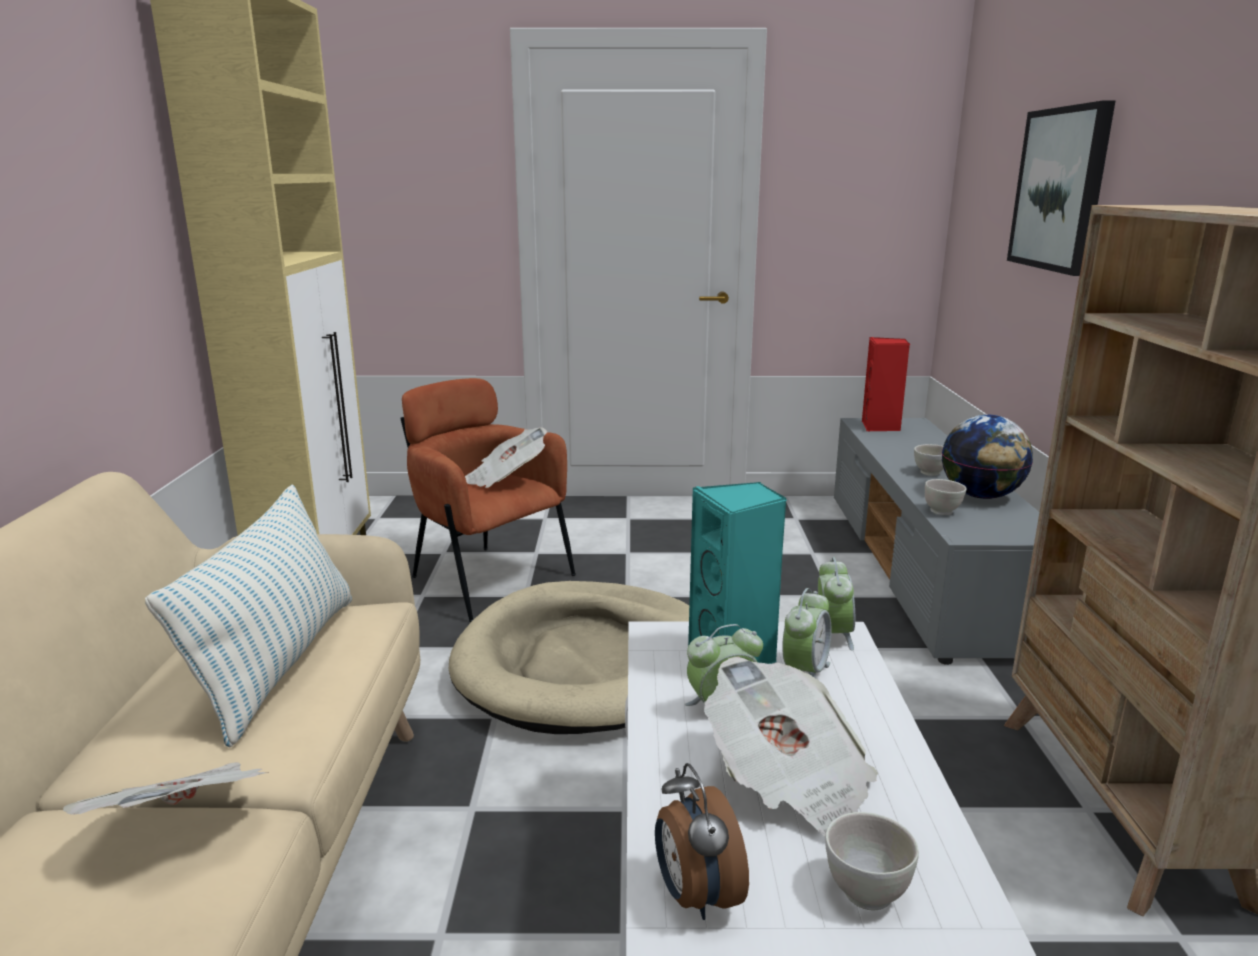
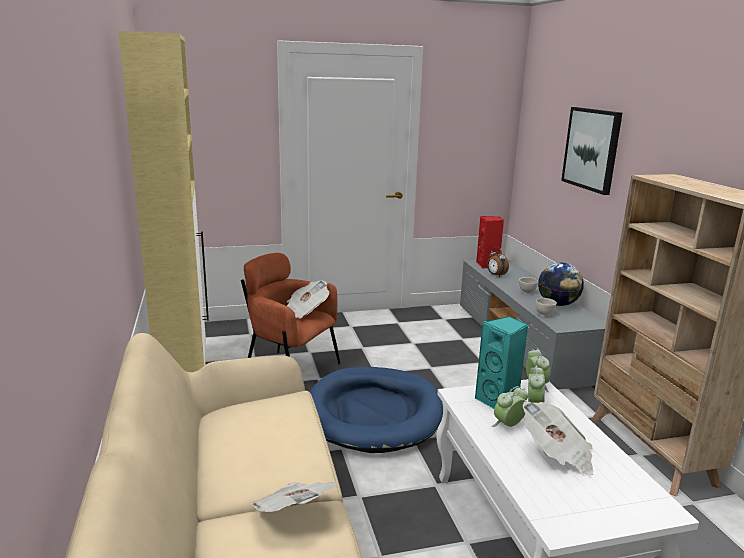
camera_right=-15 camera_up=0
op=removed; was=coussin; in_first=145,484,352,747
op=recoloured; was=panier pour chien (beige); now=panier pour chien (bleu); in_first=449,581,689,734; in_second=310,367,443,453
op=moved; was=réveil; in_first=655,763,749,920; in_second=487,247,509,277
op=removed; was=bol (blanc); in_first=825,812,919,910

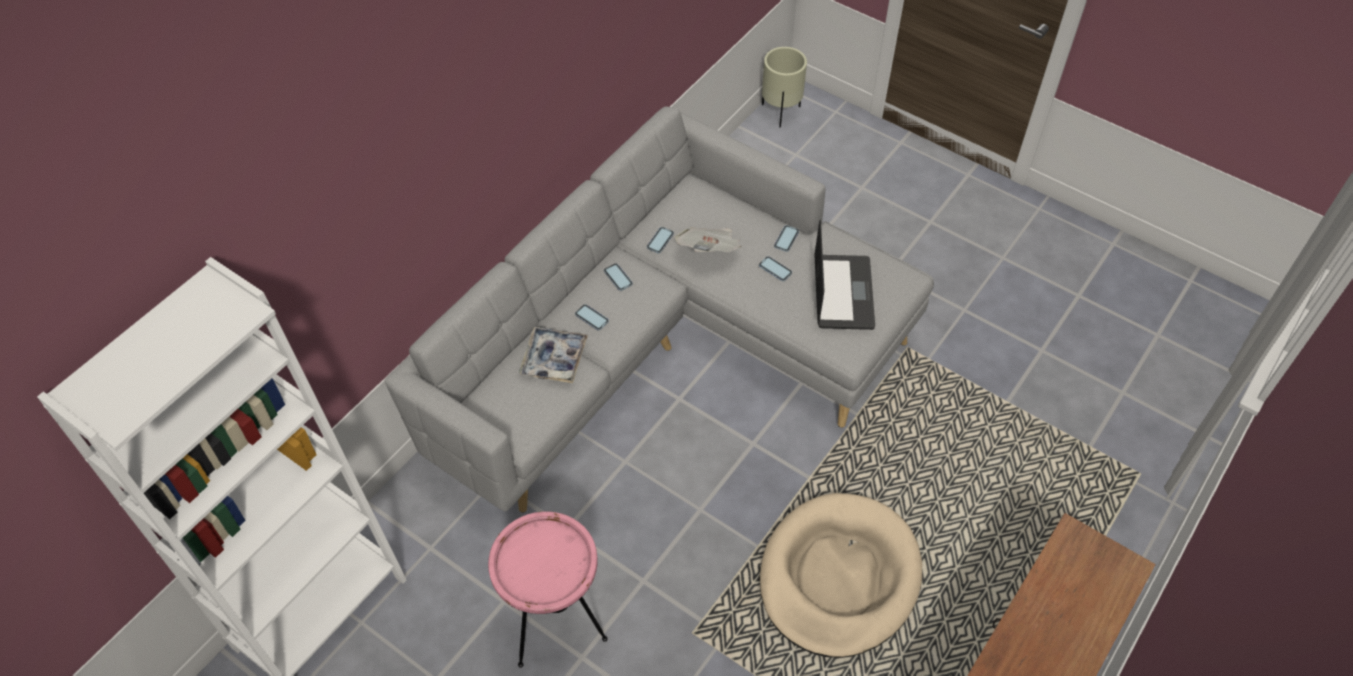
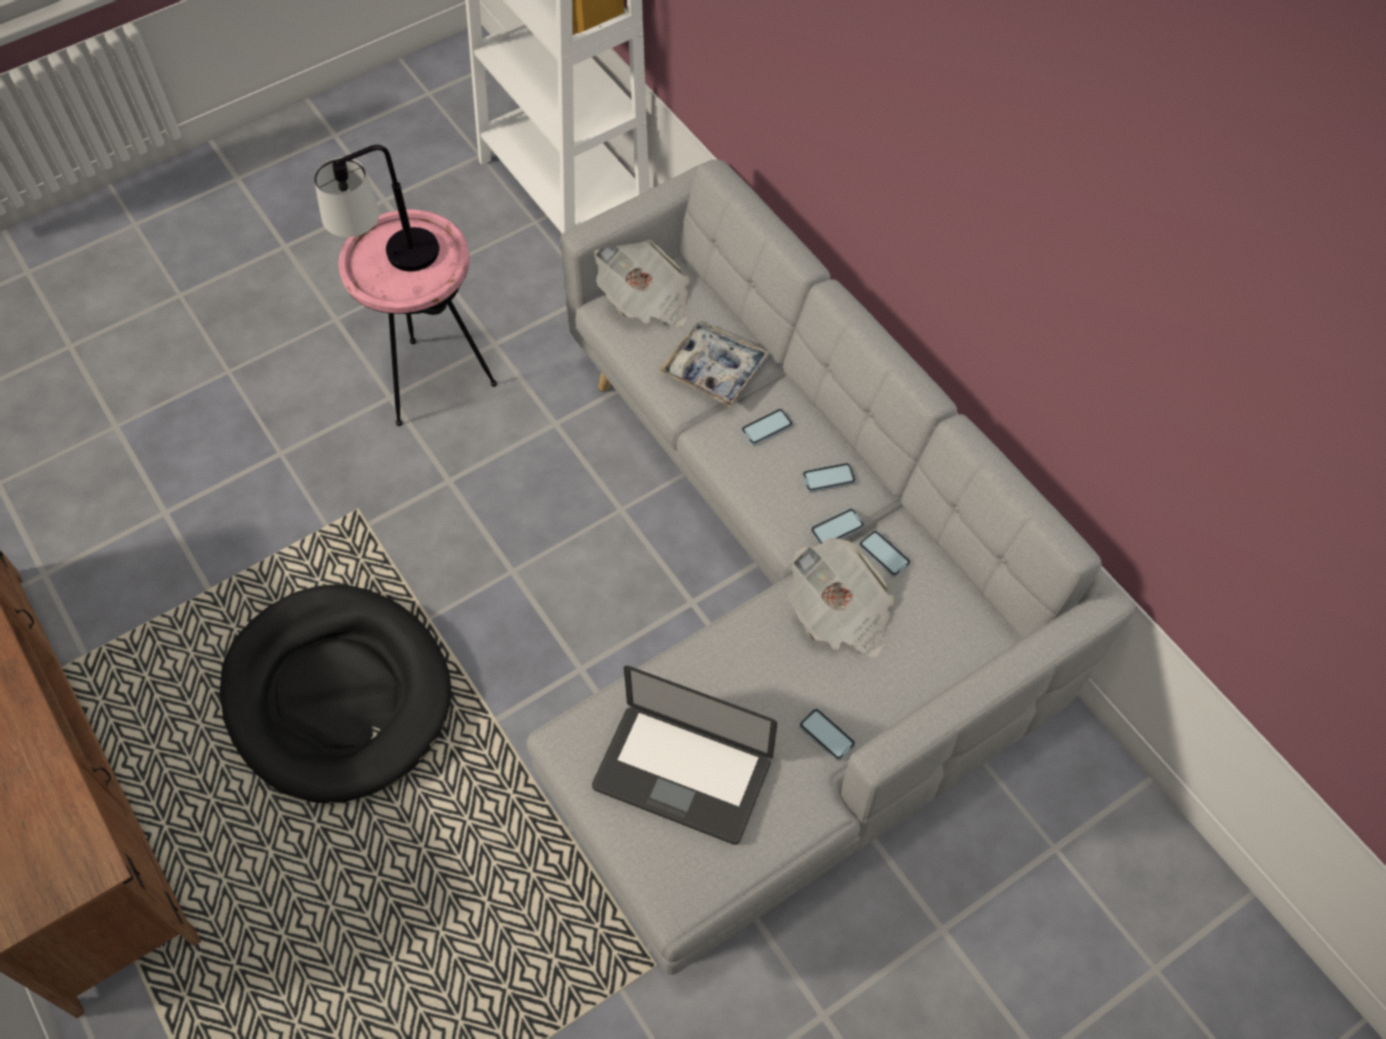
camera_right=110 camera_up=5
op=moved; was=téléphone; in_first=759,256,792,281; in_second=811,508,865,545
op=recoloured; was=panier pour chien (beige); now=panier pour chien (noir); in_first=760,493,922,658; in_second=220,585,451,803
op=removed; was=cache-pot (beige); in_first=762,47,807,127
op=added; now=lampe de table; in_second=314,145,439,272
op=added; now=journal; in_second=594,239,689,327

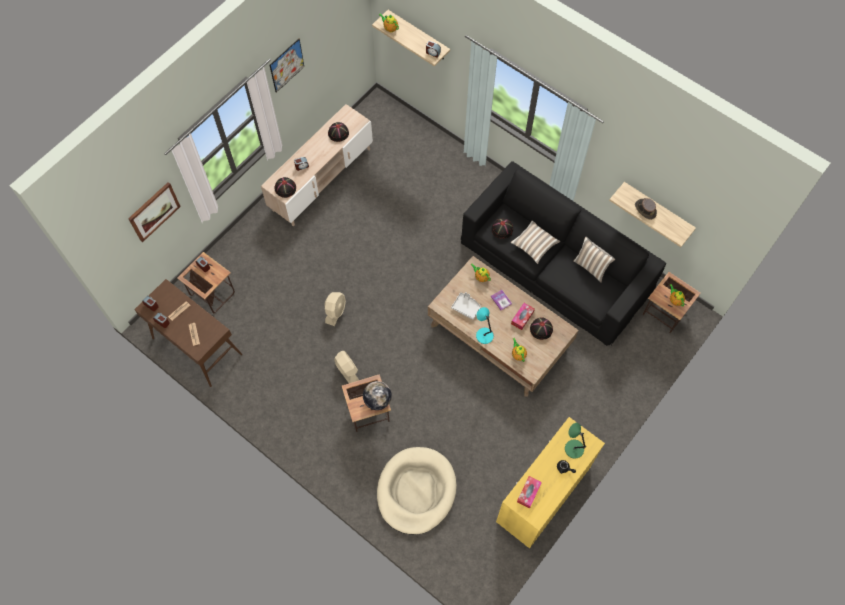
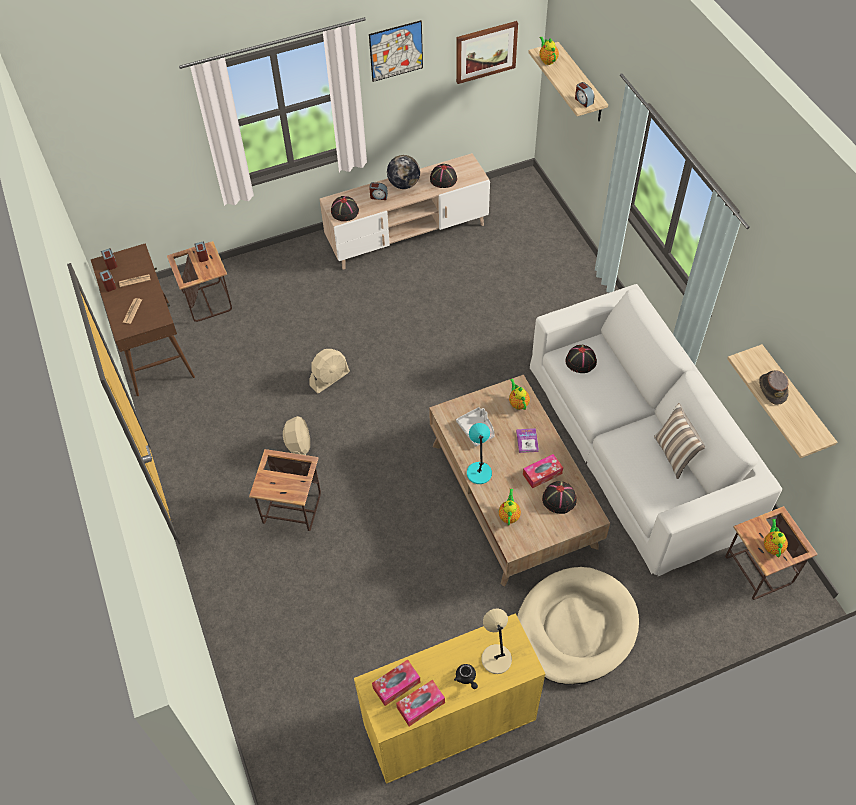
camera_right=30 camera_up=-10
op=moved; was=tableau; in_first=128,182,181,242; in_second=456,21,518,84
op=moved; was=globe; in_first=363,381,392,410; in_second=387,155,420,189
op=moved; was=panier pour chien (beige); in_first=377,447,457,535; in_second=517,567,639,685
op=recoloured; was=canapé (noir); now=canapé (blanc); in_first=461,161,666,346; in_second=530,284,782,576
op=removed; was=coussin; in_first=510,221,561,264
op=recoloured; was=lampe de table (vert); now=lampe de table (beige); in_first=565,423,586,459; in_second=481,608,512,674
op=added; now=boîte à mouchoirs; in_second=396,680,445,726

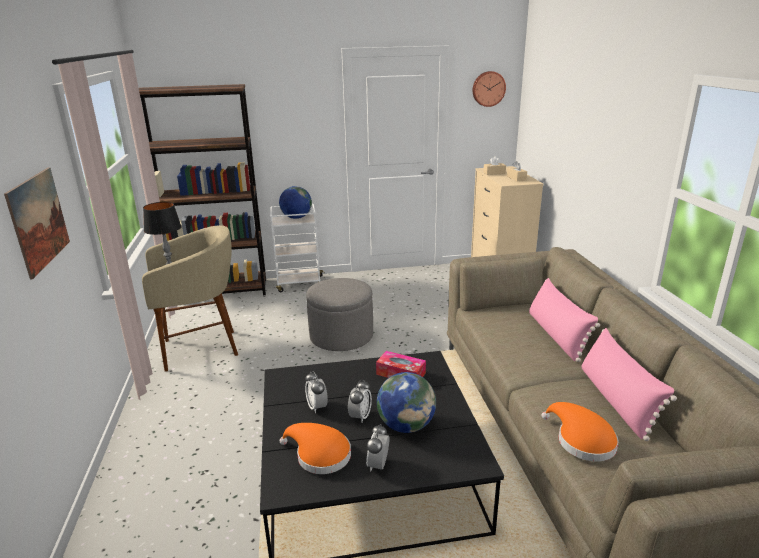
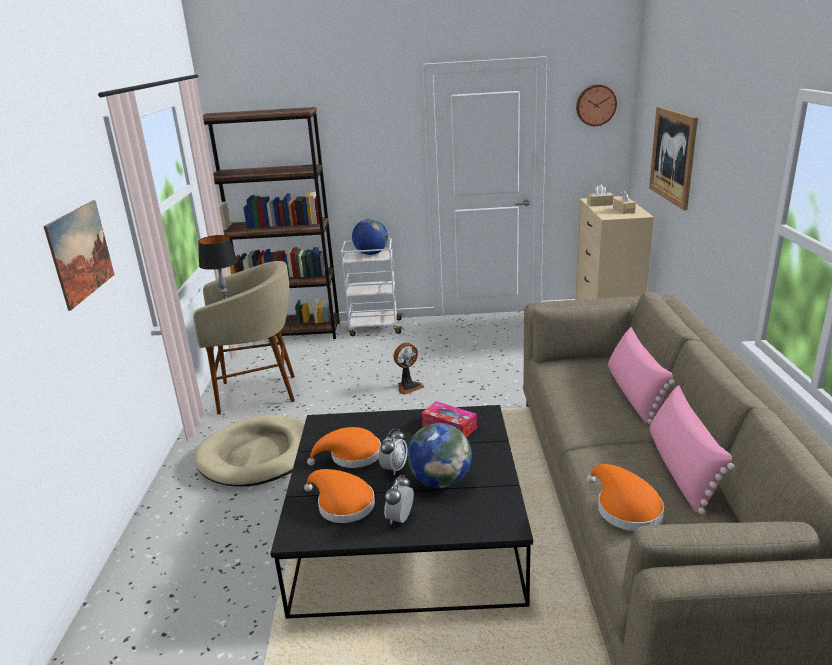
camera_right=10 camera_up=0
op=replaced; was=réveil; now=chapeau (orange); in_first=305,371,328,413; in_second=307,427,381,468
op=replaced; was=pouf (gris); now=ventilateur; in_first=306,278,373,351; in_second=393,343,424,395
op=added; now=panier pour chien (beige); in_second=194,415,305,487
op=added; now=tableau; in_second=649,107,698,210

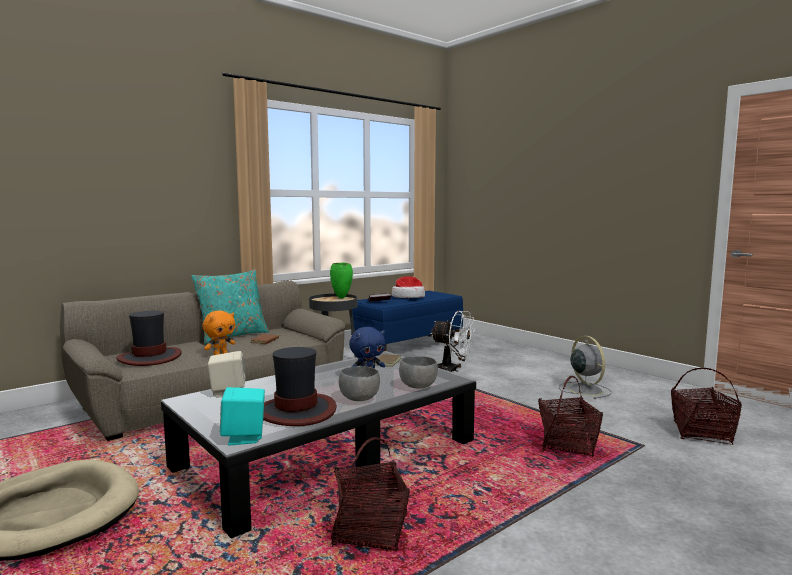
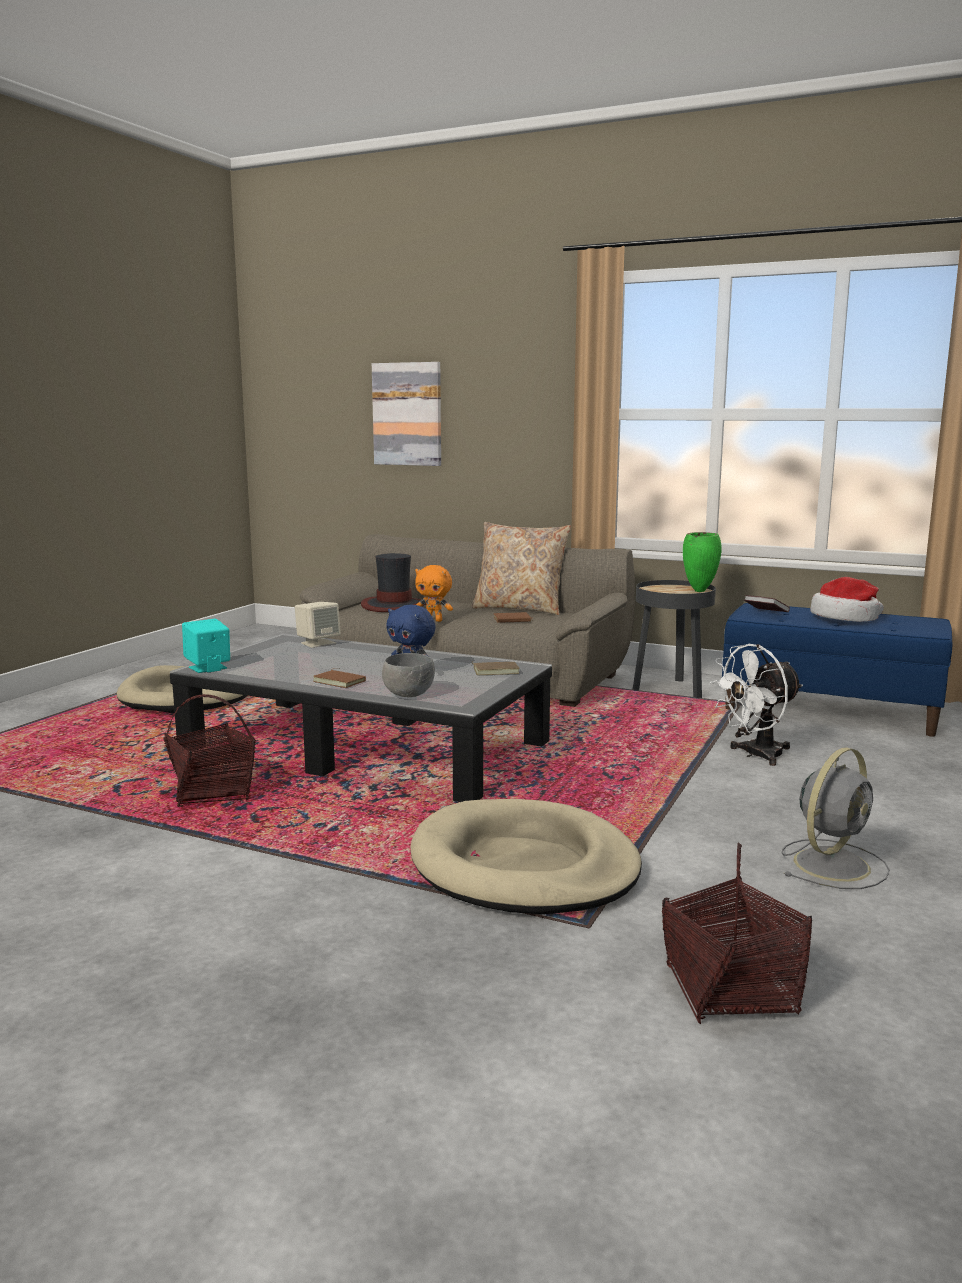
camera_right=65 camera_up=5
op=recoloured; was=coussin (turquoise); now=coussin (beige); in_first=191,269,269,344; in_second=471,522,571,615
op=removed; was=chapeau; in_first=263,347,337,426
op=replaced; was=bol (gris); now=livre (marron); in_first=339,366,380,401; in_second=313,668,366,688
op=turned; was=ventilateur (blanc); in_first=430,311,475,372; in_second=710,644,803,766; clockwise=60
op=replaced; was=panier; now=panier pour chien (beige); in_first=538,376,603,457; in_second=410,799,642,915
op=added; now=tableau; in_second=372,362,441,466

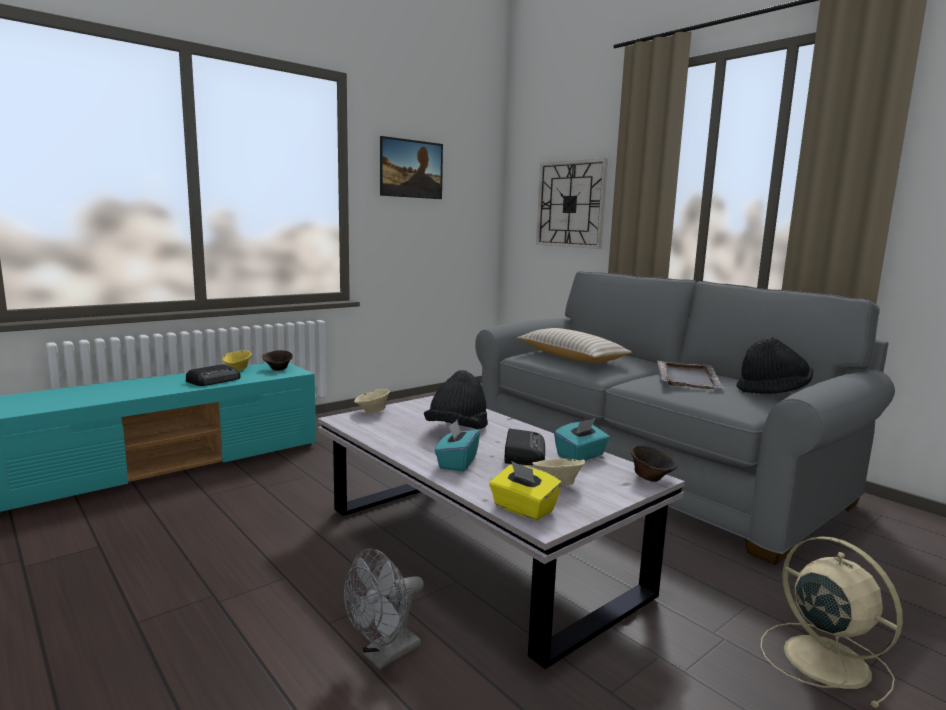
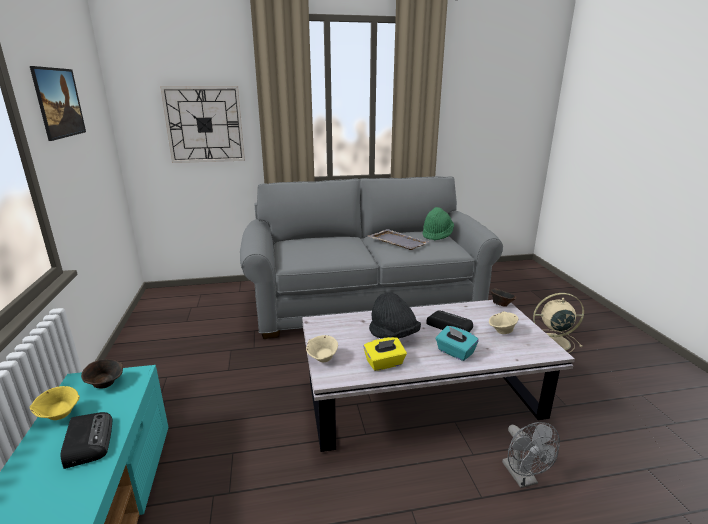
camera_right=-60 camera_up=10
op=moved; was=boîte à mouchoirs (jaune); in_first=489,461,562,521; in_second=363,337,407,371
op=removed; was=coussin (beige); in_first=517,328,632,363
op=removed; was=boîte à mouchoirs (turquoise); in_first=554,418,610,461
op=recoloured; was=chapeau (noir); now=chapeau (vert); in_first=737,337,813,394; in_second=423,207,454,241

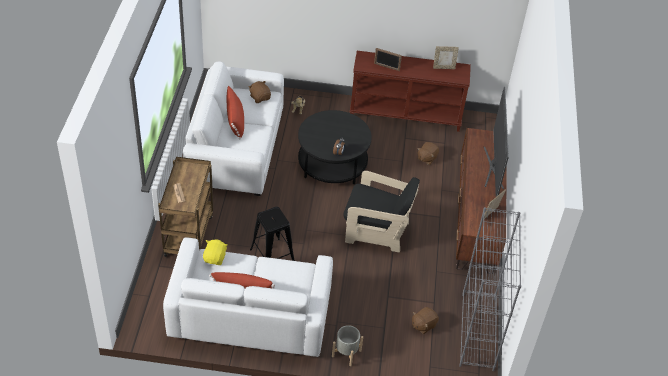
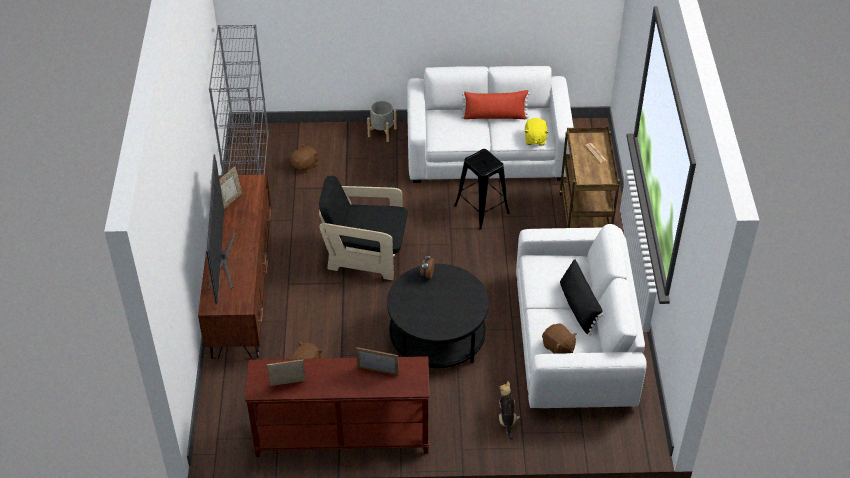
camera_right=175 camera_up=0
op=recoloured; was=coussin (rouge); now=coussin (noir); in_first=227,86,244,139; in_second=560,259,604,336

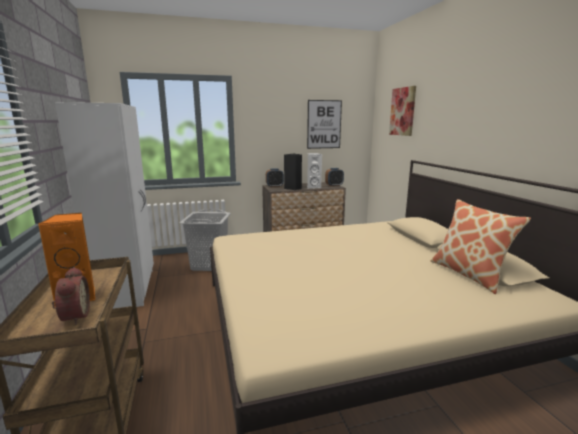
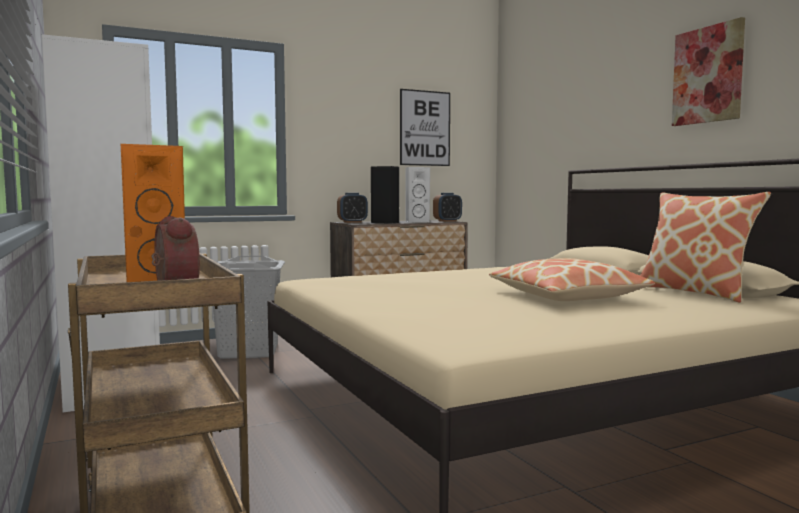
camera_right=-10 camera_up=-10
op=moved; was=tableau; in_first=389,86,416,136; in_second=672,17,745,126
op=added; now=coussin; in_second=489,258,655,301

